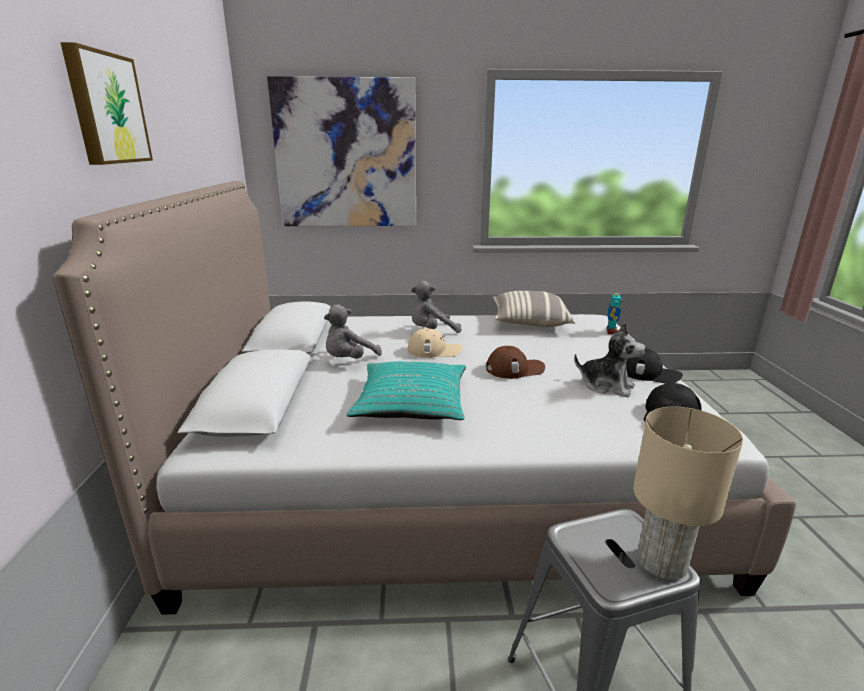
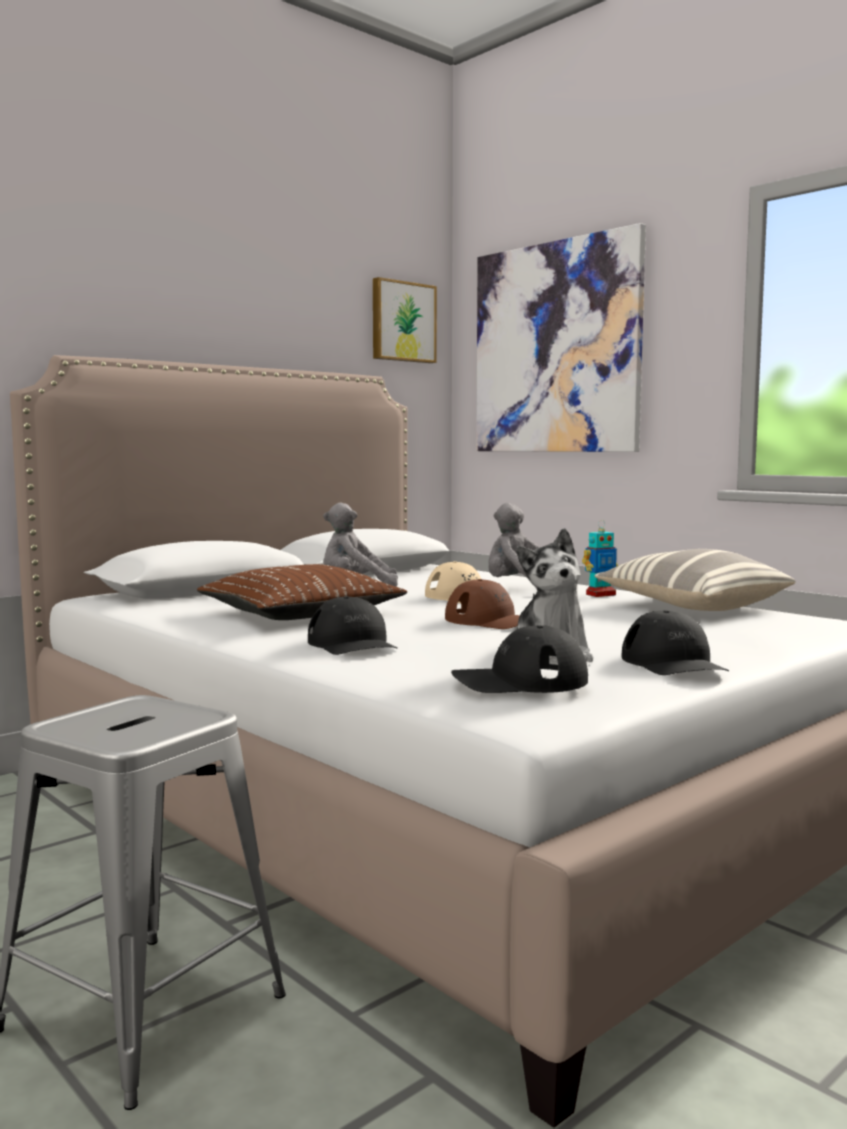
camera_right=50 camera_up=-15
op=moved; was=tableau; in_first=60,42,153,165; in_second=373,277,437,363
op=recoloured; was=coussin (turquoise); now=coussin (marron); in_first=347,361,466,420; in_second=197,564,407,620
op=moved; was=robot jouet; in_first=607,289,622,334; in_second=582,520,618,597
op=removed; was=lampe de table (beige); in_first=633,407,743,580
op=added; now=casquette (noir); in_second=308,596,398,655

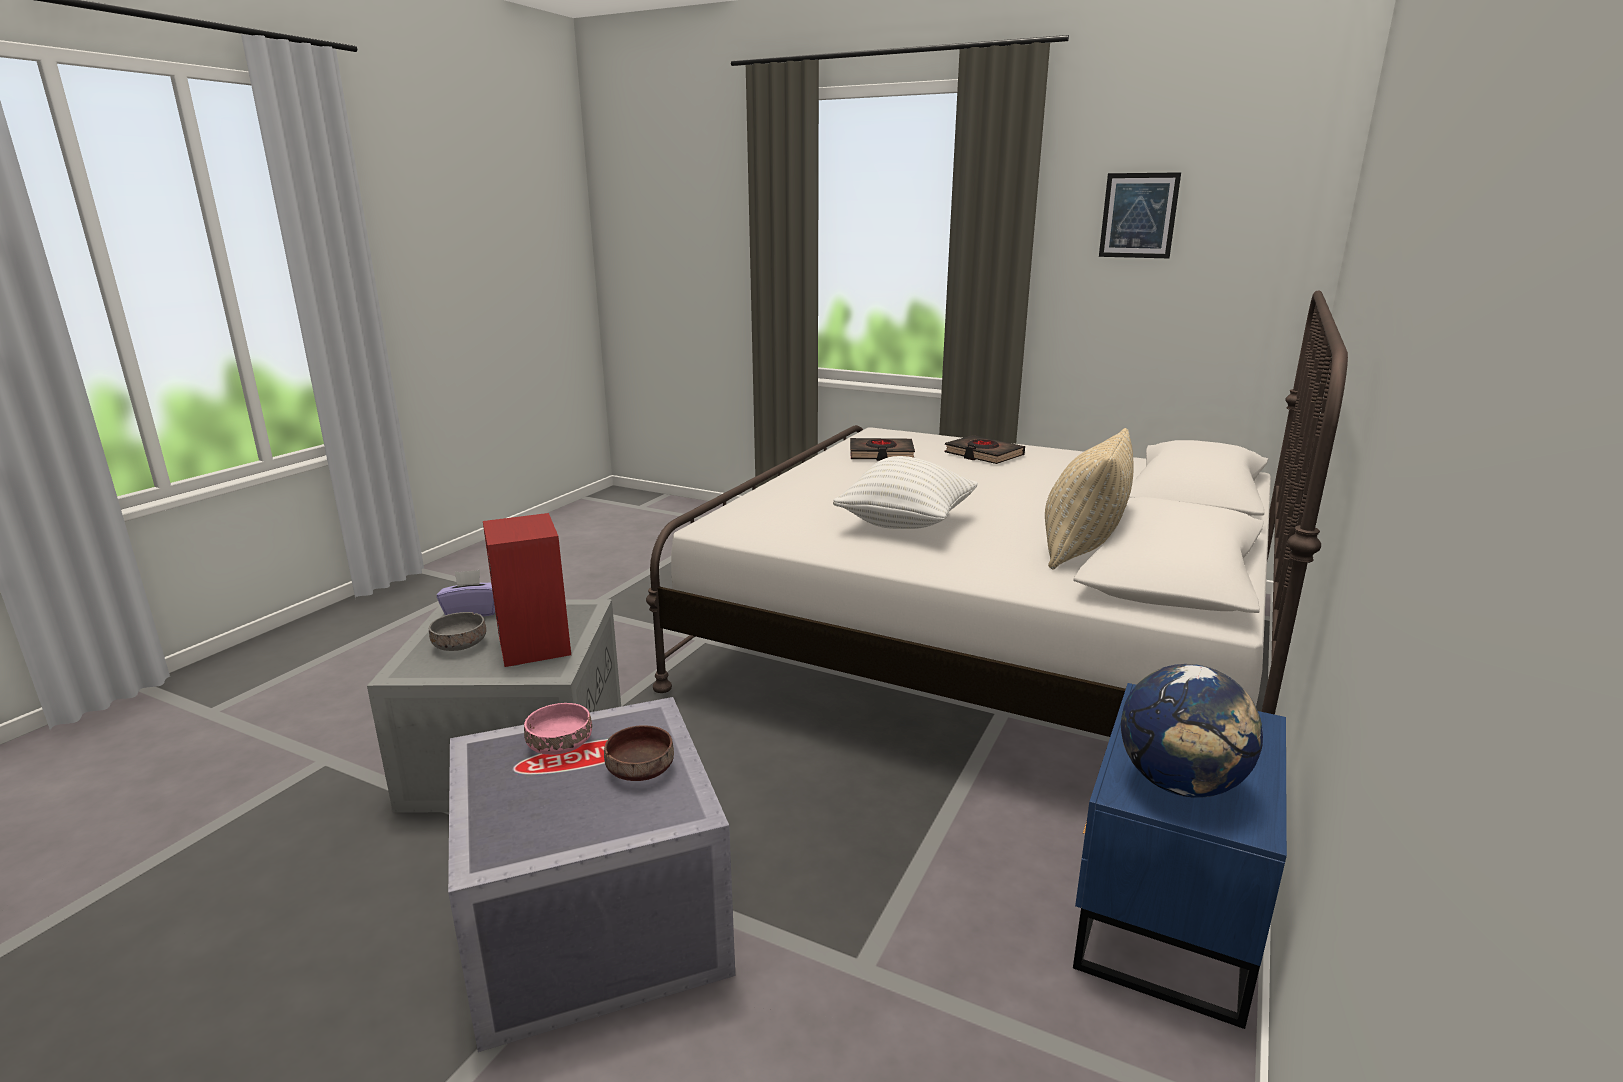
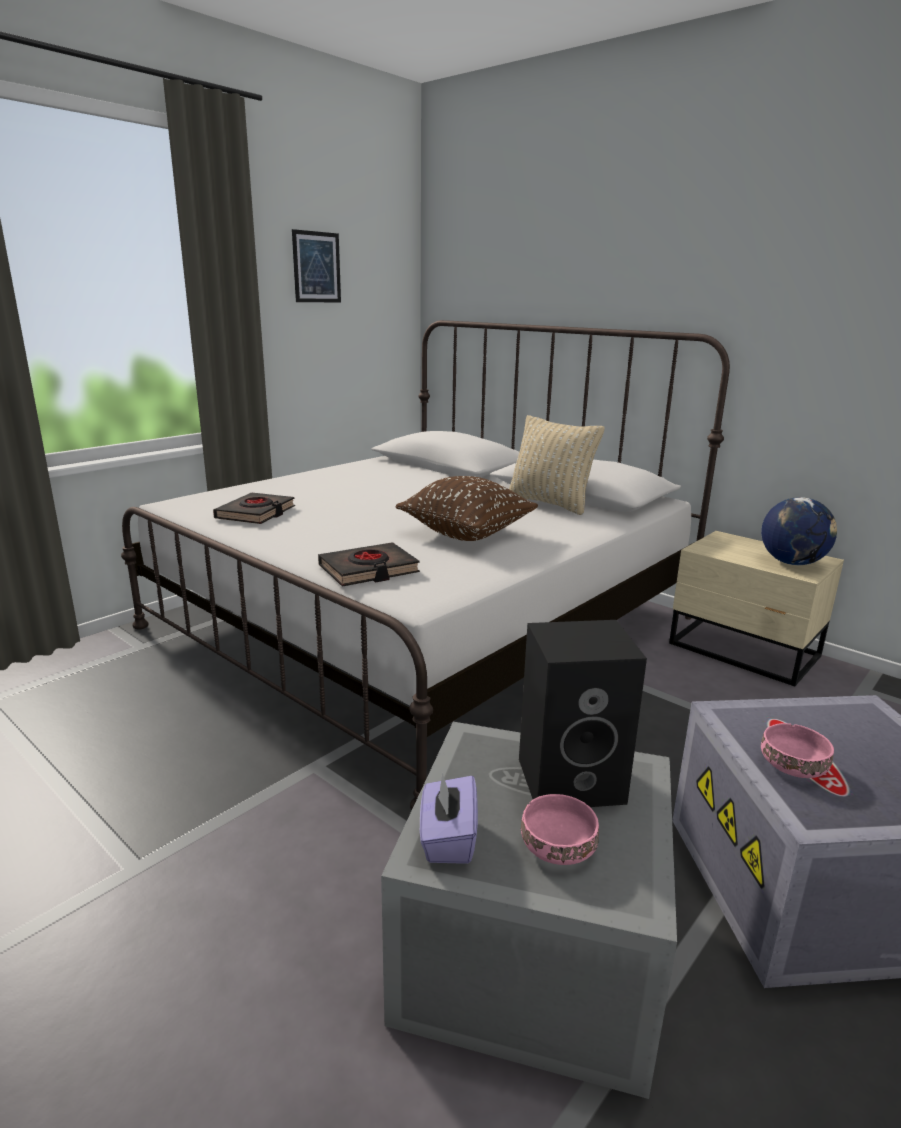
camera_right=-75 camera_up=0
op=recoloured; was=bol (gris); now=bol (rose); in_first=429,612,486,651; in_second=521,794,599,865
op=recoloured; was=enceinte (rouge); now=enceinte (noir); in_first=483,513,571,667; in_second=519,620,647,807
op=removed; was=bol (marron); in_first=604,725,674,781
op=recoloured; was=coussin (blanc); now=coussin (marron); in_first=833,456,978,529; in_second=396,476,538,541
op=moved; was=livre (noir); in_first=944,435,1025,464; in_second=318,542,420,587
op=recoloured; was=table de chevet (bleu); now=table de chevet (beige); in_first=1073,683,1287,1029; in_second=669,531,844,687

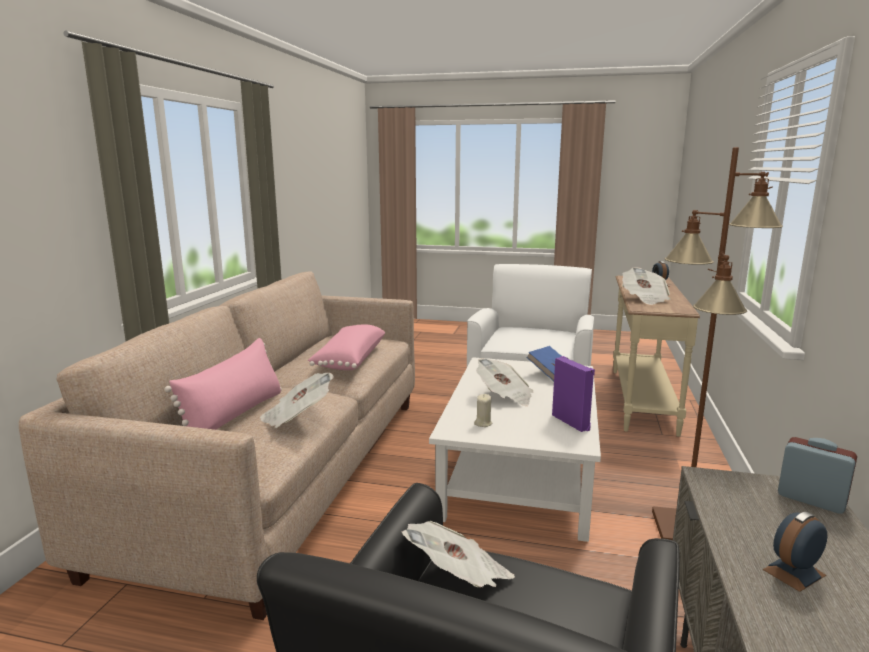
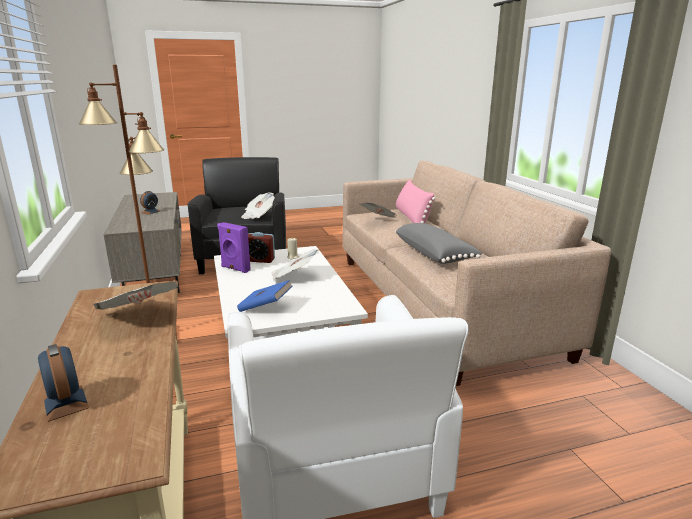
camera_right=150 camera_up=5
op=recoloured; was=coussin (rose); now=coussin (gris); in_first=308,324,385,370; in_second=395,223,482,264
op=moved; was=réveil; in_first=778,437,857,513; in_second=248,232,275,263

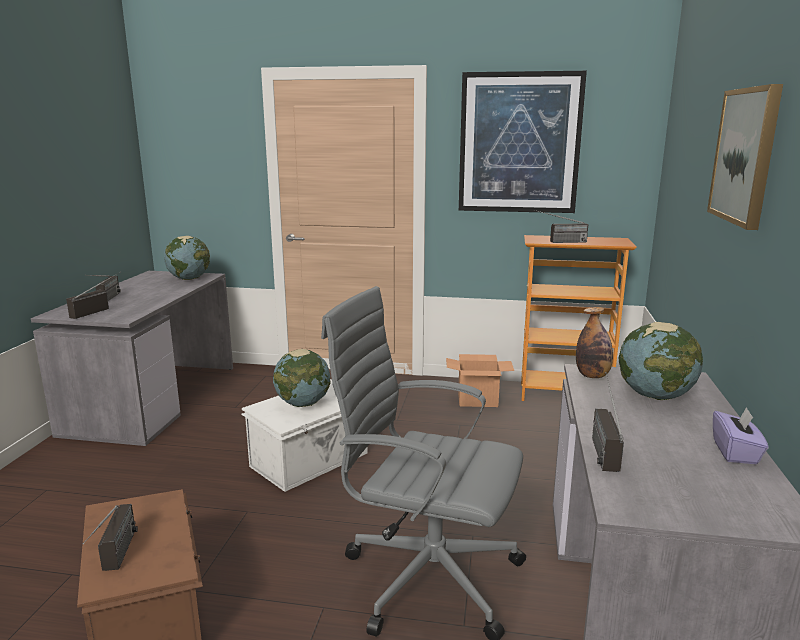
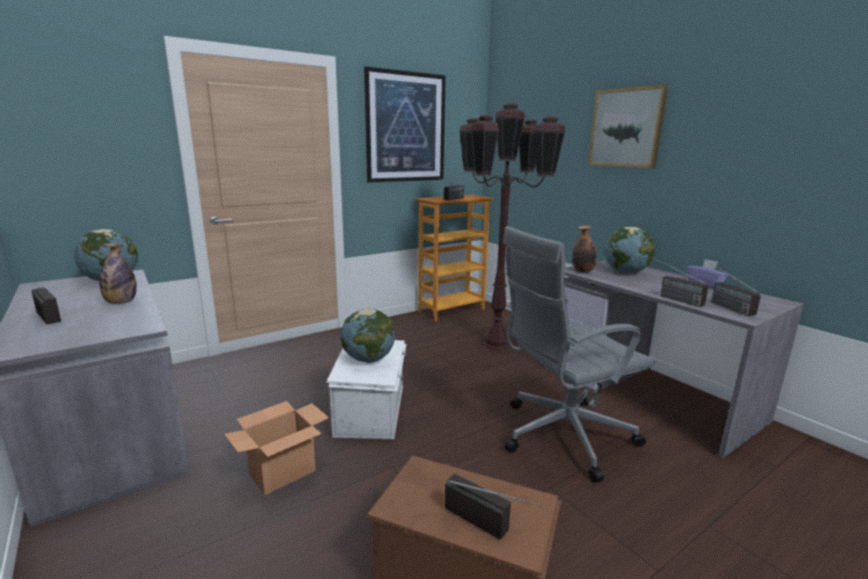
camera_right=-45 camera_up=0
op=moved; was=radio; in_first=66,272,121,319; in_second=706,261,761,316
op=moved; was=carton; in_first=446,354,514,407; in_second=224,401,329,495
op=added; now=bouteille; in_second=99,244,137,304
op=added; now=lampadaire (marron); in_second=459,103,566,350

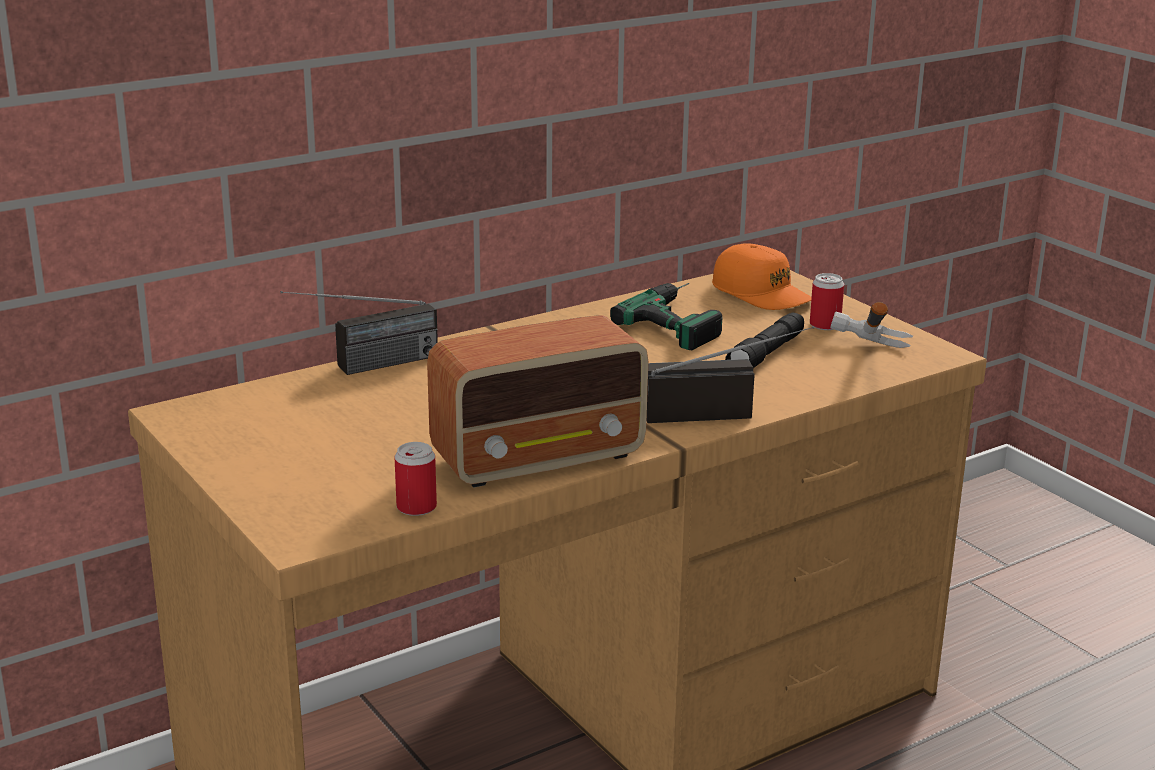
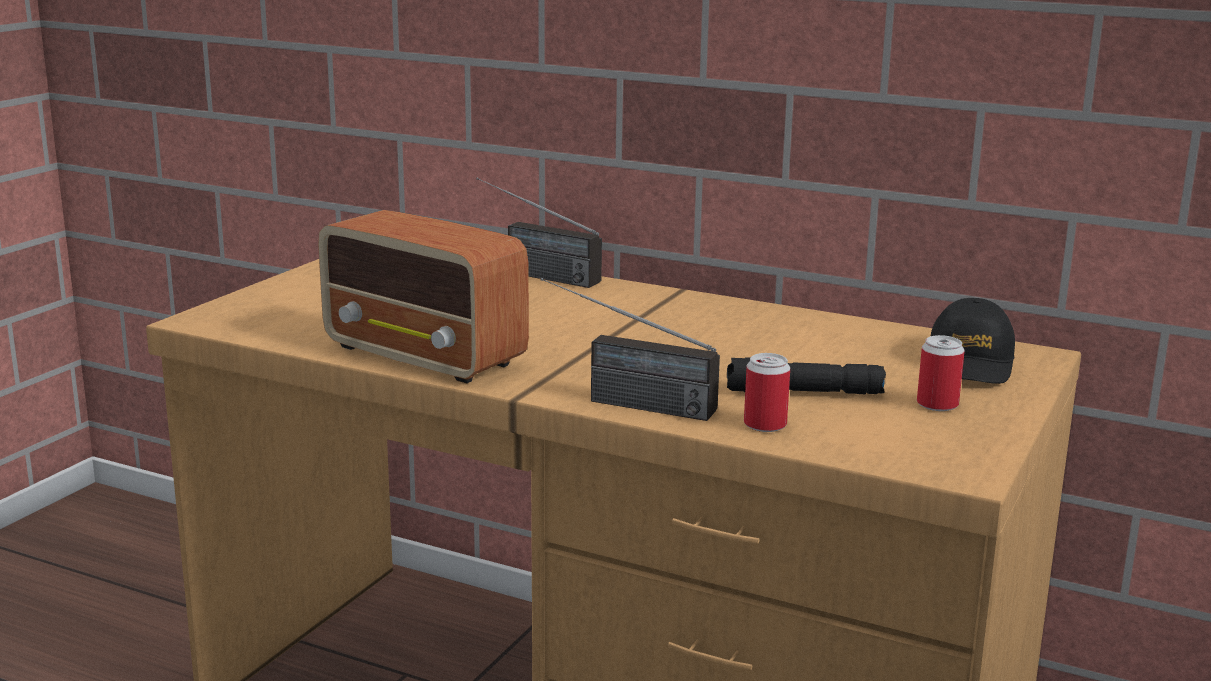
camera_right=60 camera_up=-5
op=moved; was=boîte métallique; in_first=394,442,437,516; in_second=744,353,790,432
op=removed; was=perceuse; in_first=610,283,723,350
op=turned; was=radio; in_first=647,326,814,423; in_second=541,278,720,421; clockwise=150
op=recoloured; was=casquette (orange); now=casquette (noir); in_first=712,243,812,310; in_second=930,298,1015,384
op=removed; was=marteau; in_first=830,302,913,348

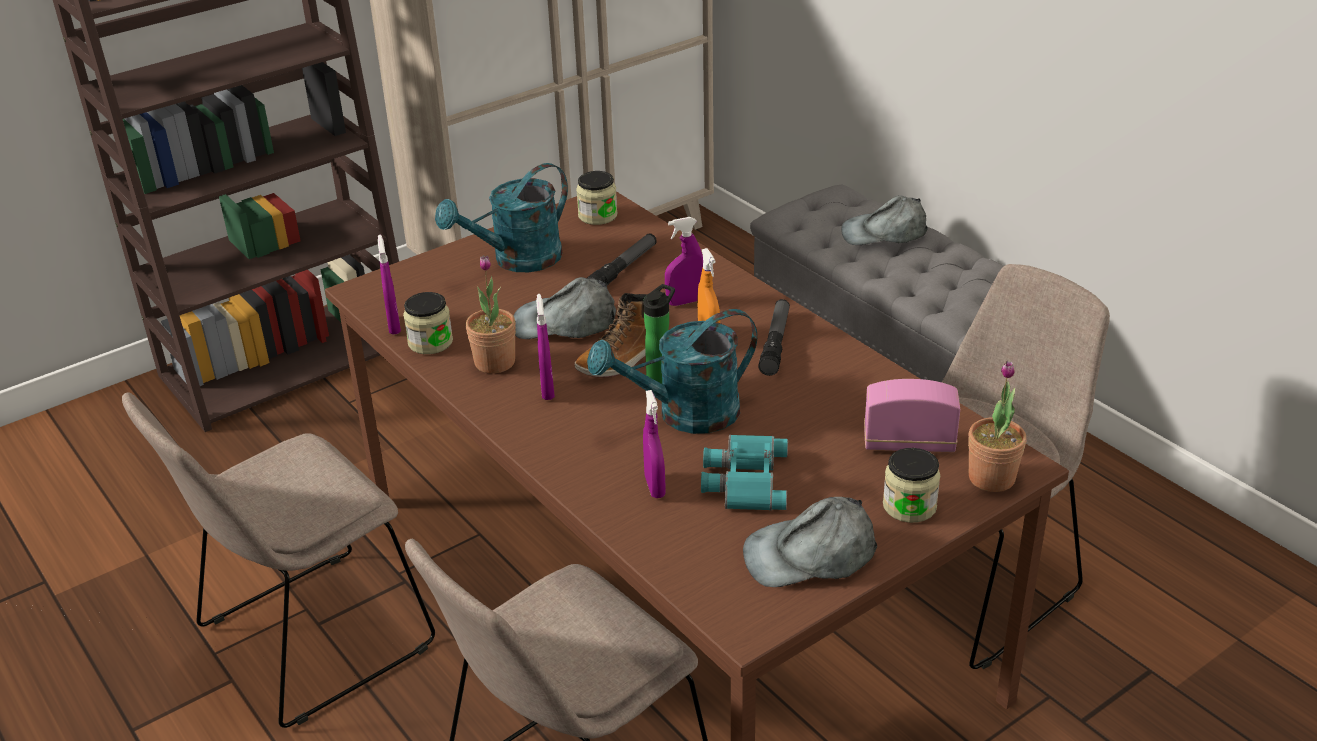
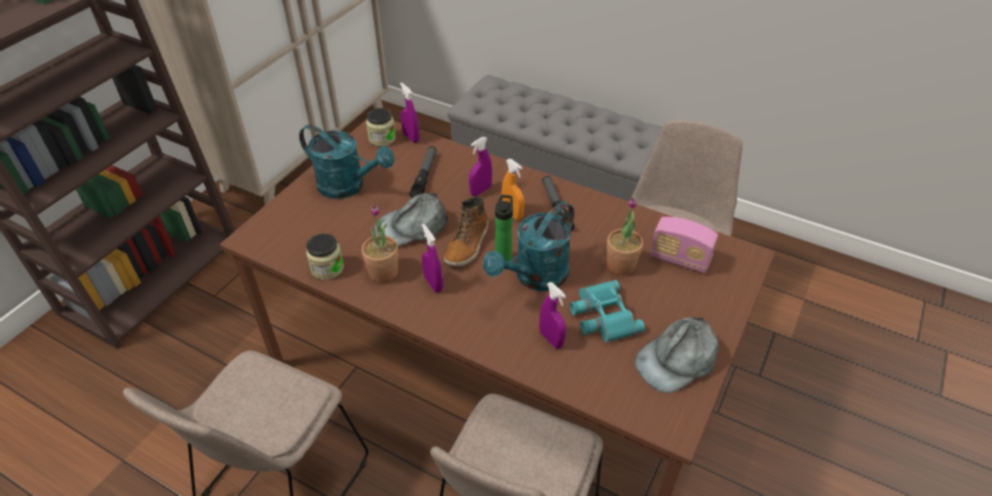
camera_right=-25 camera_up=10
op=moved; was=vaporisateur (violet); in_first=378,235,401,335; in_second=400,83,420,143
op=turned; was=arrosoir (turquoise); in_first=435,163,568,272; in_second=299,124,395,199; clockwise=-90
op=removed; was=casquette (gris); in_first=841,195,928,245
op=turned; was=radio; in_first=864,379,960,452; in_second=650,217,718,273; clockwise=-135
op=removed; was=bocal; in_first=883,448,940,523
op=moved; was=plante en pot; in_first=968,361,1026,492; in_second=607,198,643,276

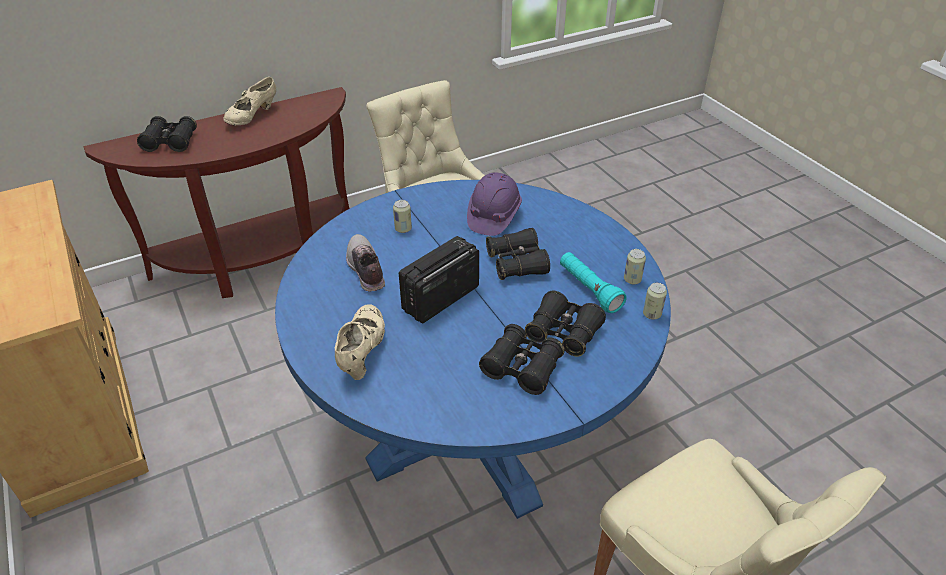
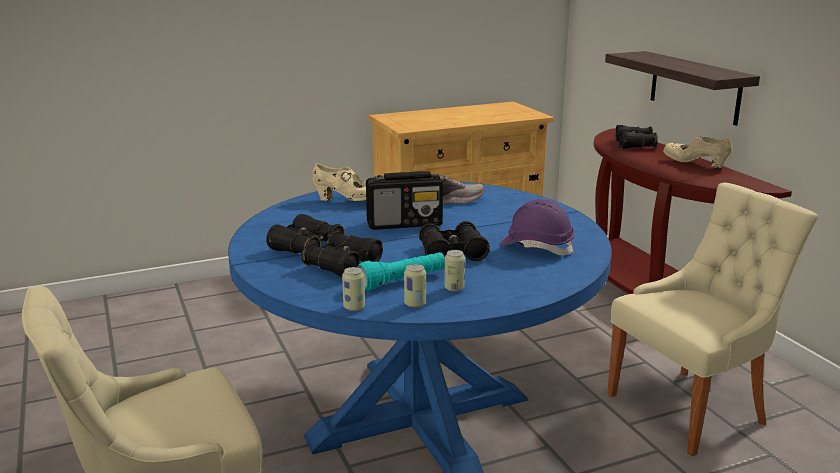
camera_right=95 camera_up=-20
op=moved; was=boîte métallique; in_first=393,200,412,233; in_second=444,250,465,292
op=turned; was=radio; in_first=399,236,479,323; in_second=366,171,443,230; clockwise=120
op=added; now=étagère; in_second=605,51,760,126

